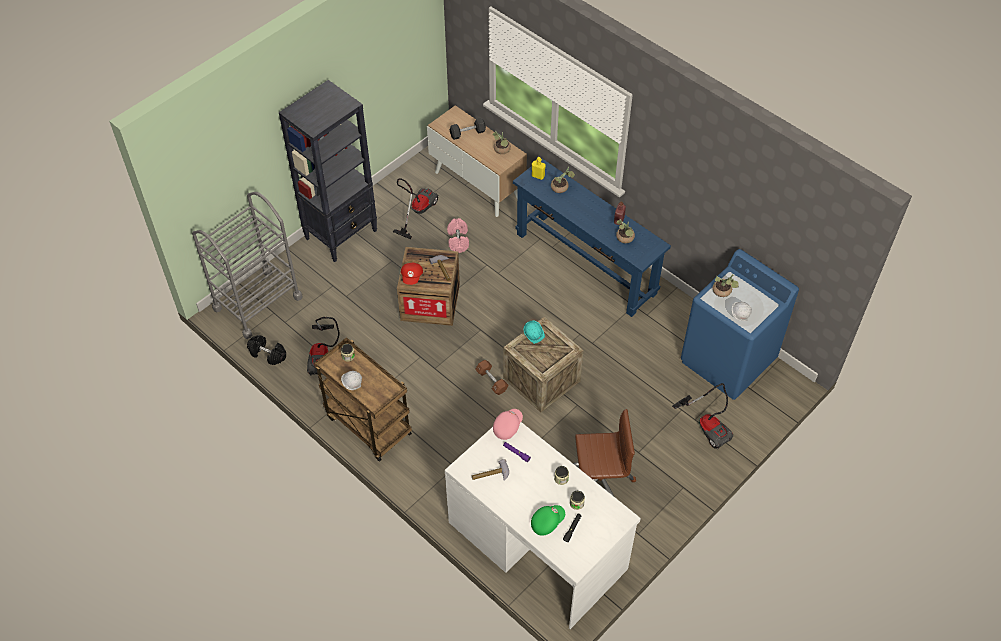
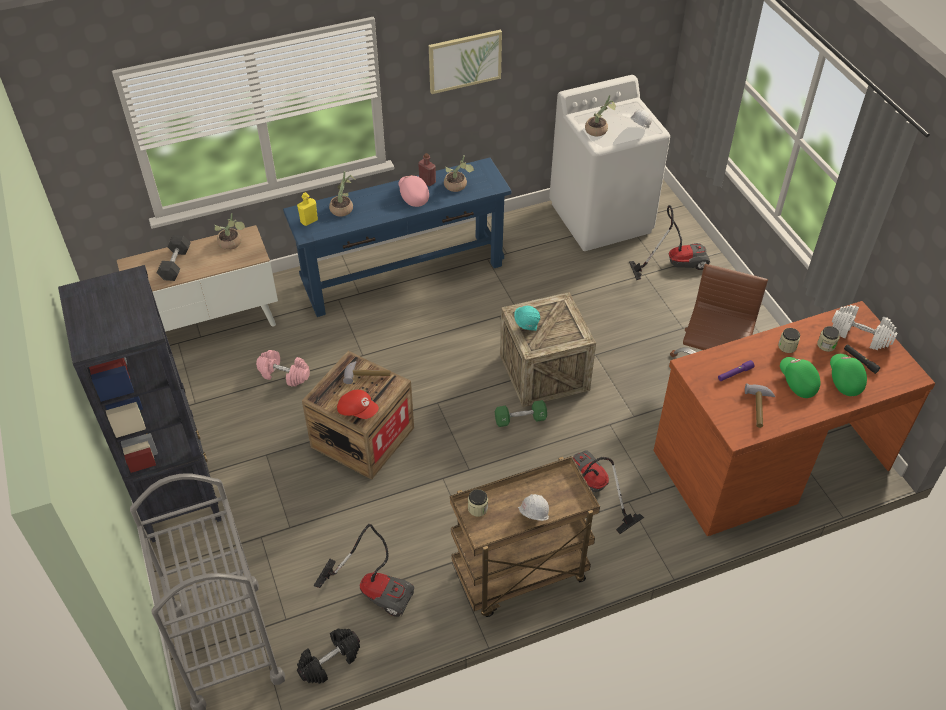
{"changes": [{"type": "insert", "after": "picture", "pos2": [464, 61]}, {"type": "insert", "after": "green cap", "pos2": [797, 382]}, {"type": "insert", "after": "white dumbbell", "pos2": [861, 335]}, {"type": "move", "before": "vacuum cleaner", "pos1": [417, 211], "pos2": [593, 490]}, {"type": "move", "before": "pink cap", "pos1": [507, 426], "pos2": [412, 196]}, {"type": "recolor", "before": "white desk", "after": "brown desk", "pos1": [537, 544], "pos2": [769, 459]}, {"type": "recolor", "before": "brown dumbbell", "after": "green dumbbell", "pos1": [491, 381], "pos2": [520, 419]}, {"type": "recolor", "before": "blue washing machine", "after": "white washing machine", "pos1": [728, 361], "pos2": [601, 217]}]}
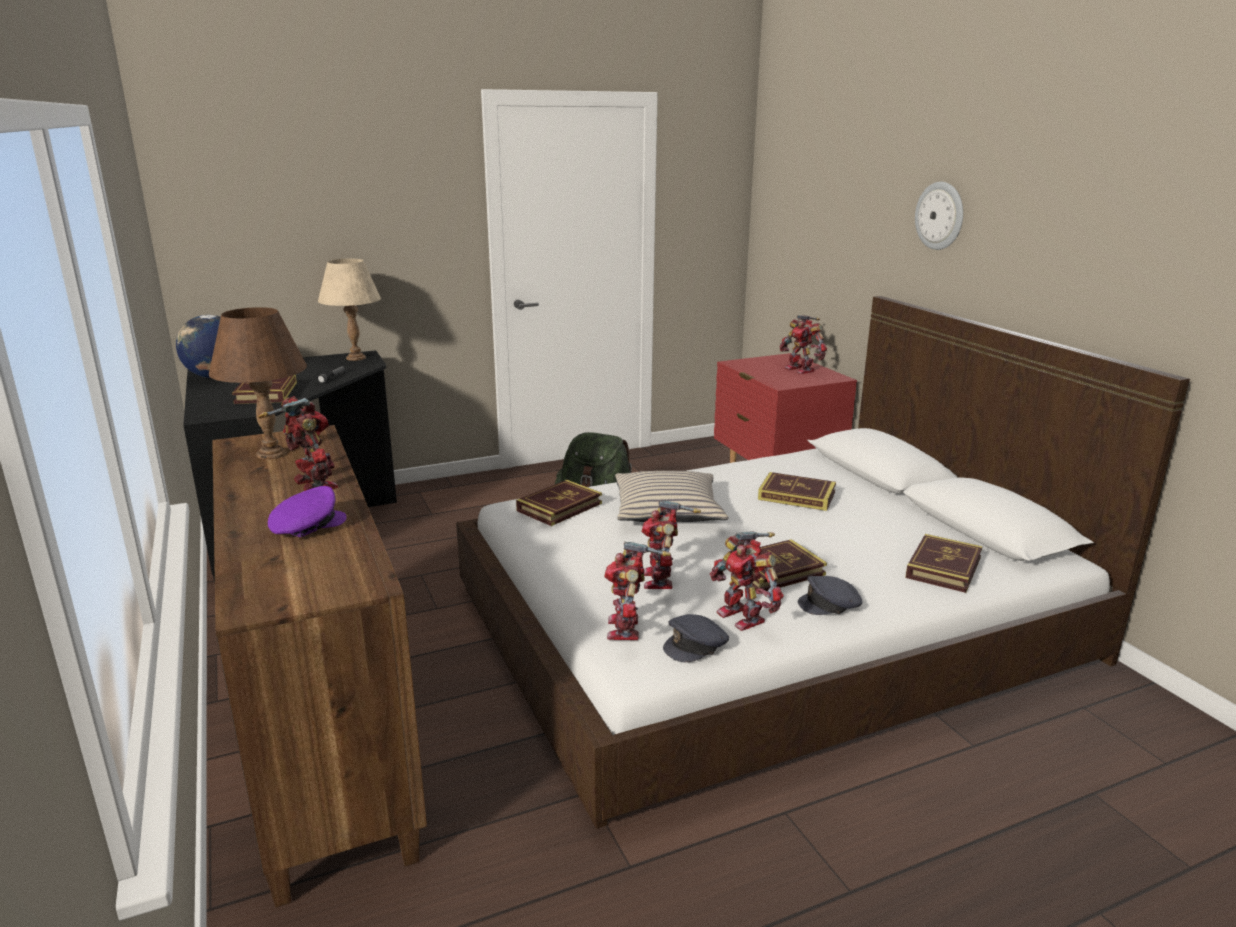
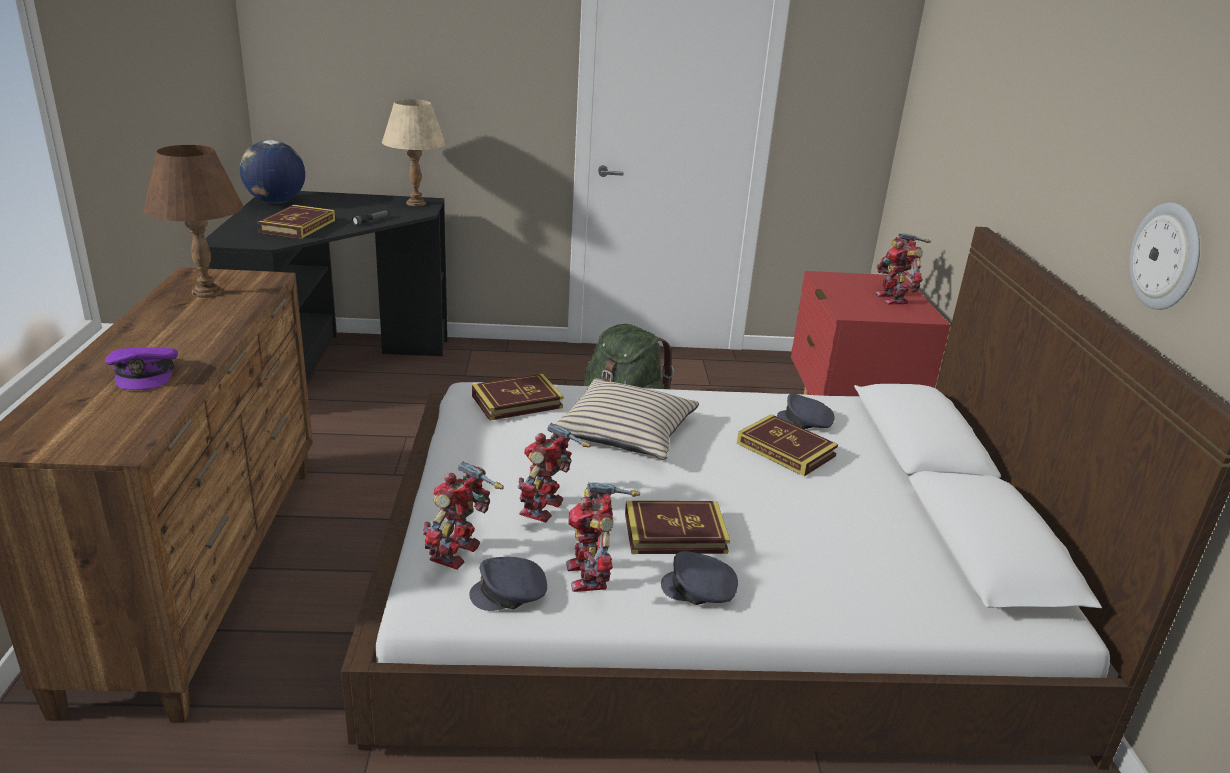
{"changes": [{"type": "delete", "before": "toy robot", "pos1": [311, 485]}, {"type": "delete", "before": "book", "pos1": [943, 567]}, {"type": "insert", "after": "grey cap", "pos2": [805, 422]}, {"type": "move", "before": "wall clock", "pos1": [940, 216], "pos2": [1166, 256]}, {"type": "rotate", "before": "purple cap", "pos1": [306, 526], "pos2": [145, 373], "turn": 90}]}
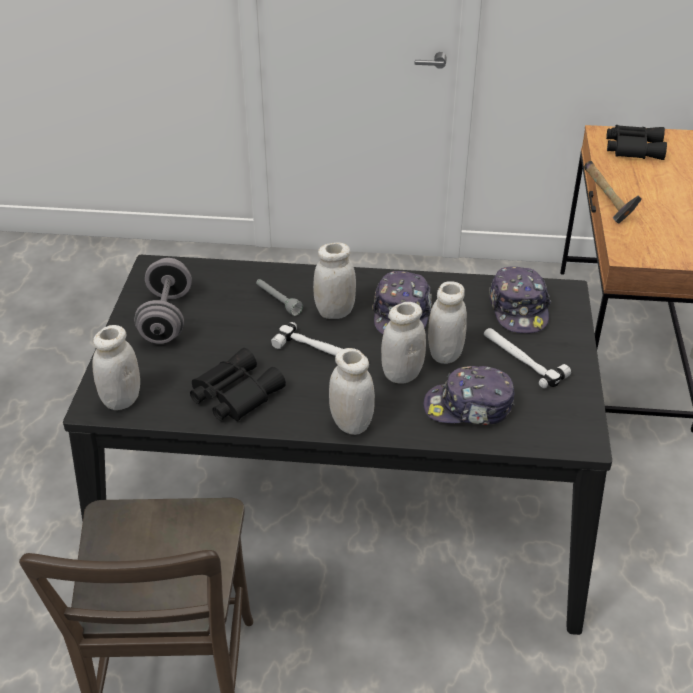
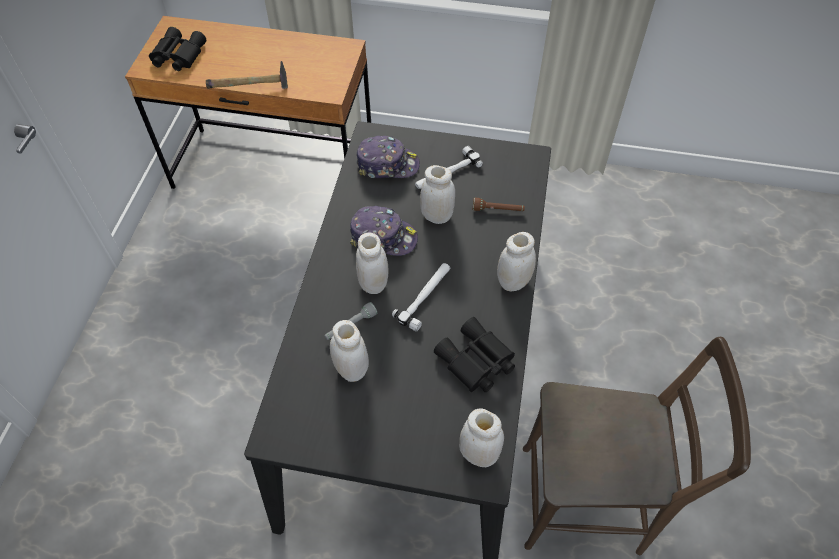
{"changes": [{"type": "delete", "before": "grey dumbbell", "pos1": [166, 318]}, {"type": "move", "before": "white jar", "pos1": [402, 374], "pos2": [351, 369]}, {"type": "replace", "before": "cap", "after": "brown flashlight", "pos1": [469, 407], "pos2": [498, 210]}]}
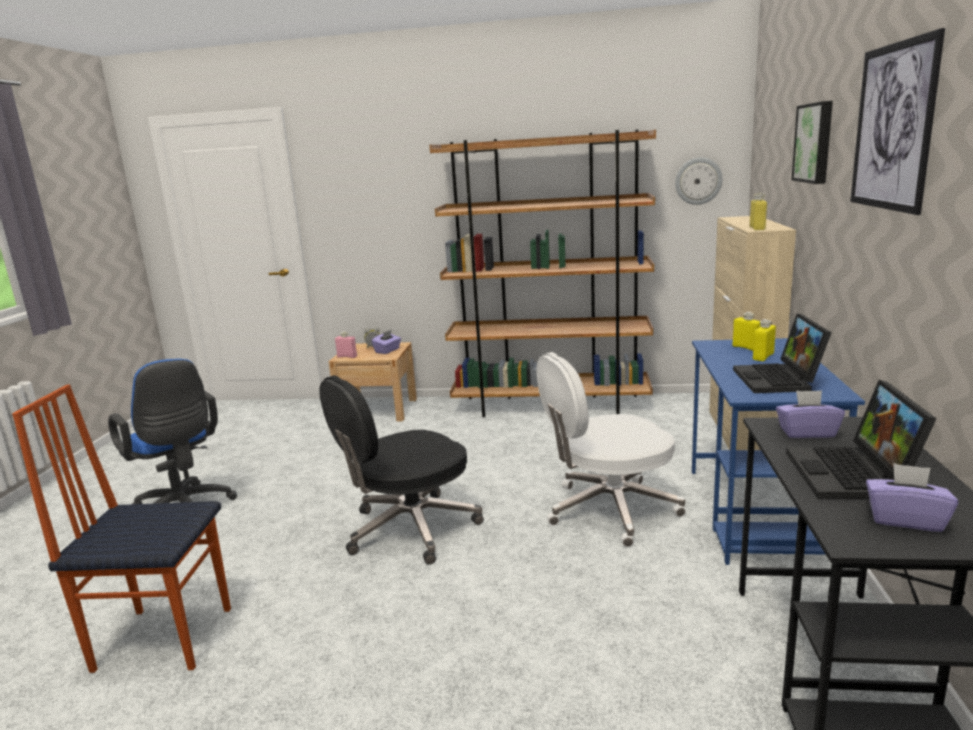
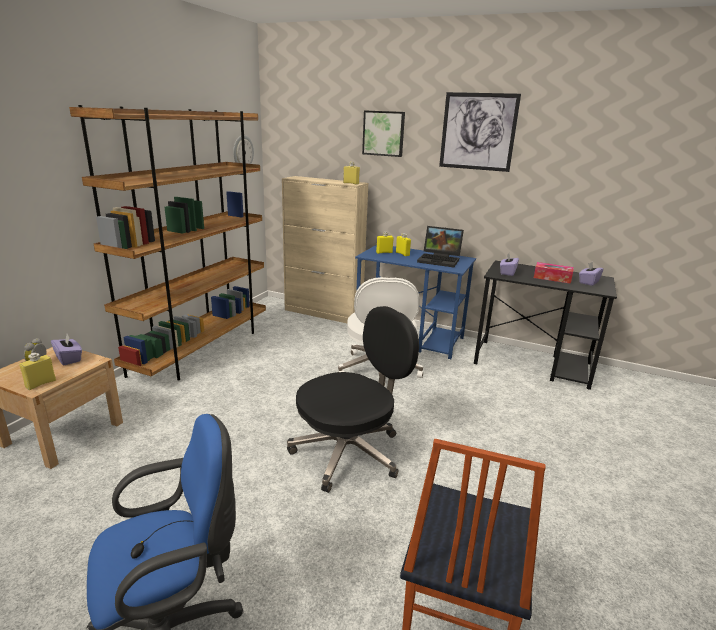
{"changes": [{"type": "replace", "before": "laptop", "after": "tissue box", "pos1": [854, 475], "pos2": [552, 278]}, {"type": "recolor", "before": "pink bottle", "after": "yellow bottle", "pos1": [347, 357], "pos2": [41, 384]}, {"type": "rotate", "before": "black office chair", "pos1": [409, 529], "pos2": [349, 452], "turn": -105}]}
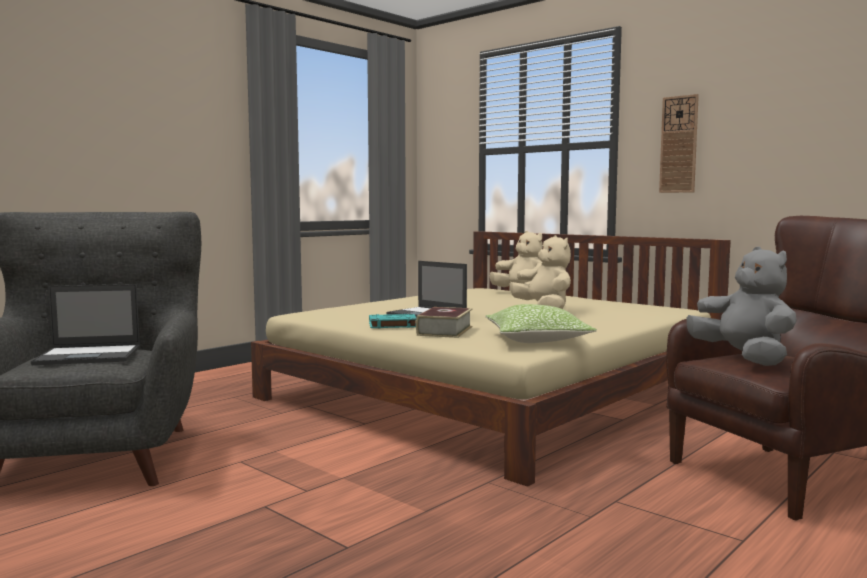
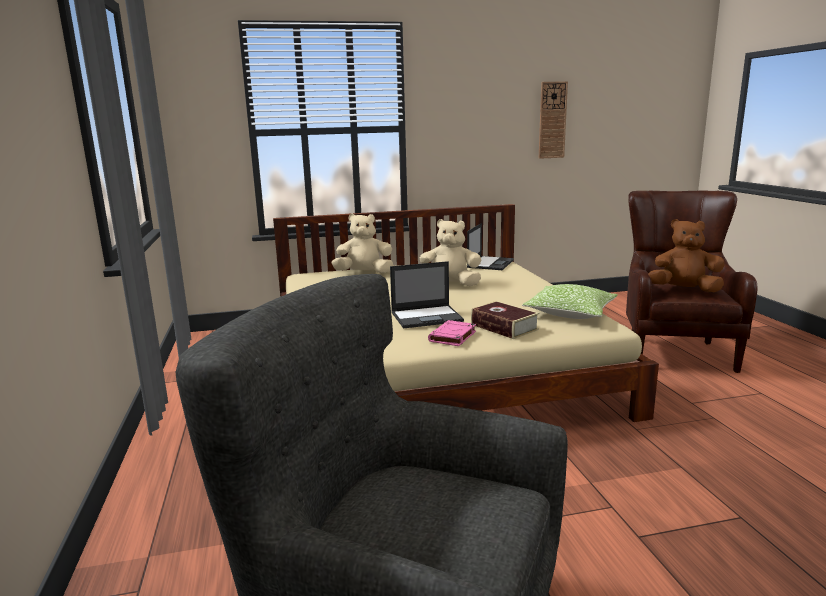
{"changes": [{"type": "move", "before": "laptop", "pos1": [90, 356], "pos2": [490, 263]}, {"type": "move", "before": "wall clock", "pos1": [679, 144], "pos2": [552, 120]}, {"type": "recolor", "before": "turquoise book", "after": "pink book", "pos1": [392, 325], "pos2": [452, 337]}, {"type": "recolor", "before": "grey plush toy", "after": "brown plush toy", "pos1": [743, 358], "pos2": [683, 290]}]}
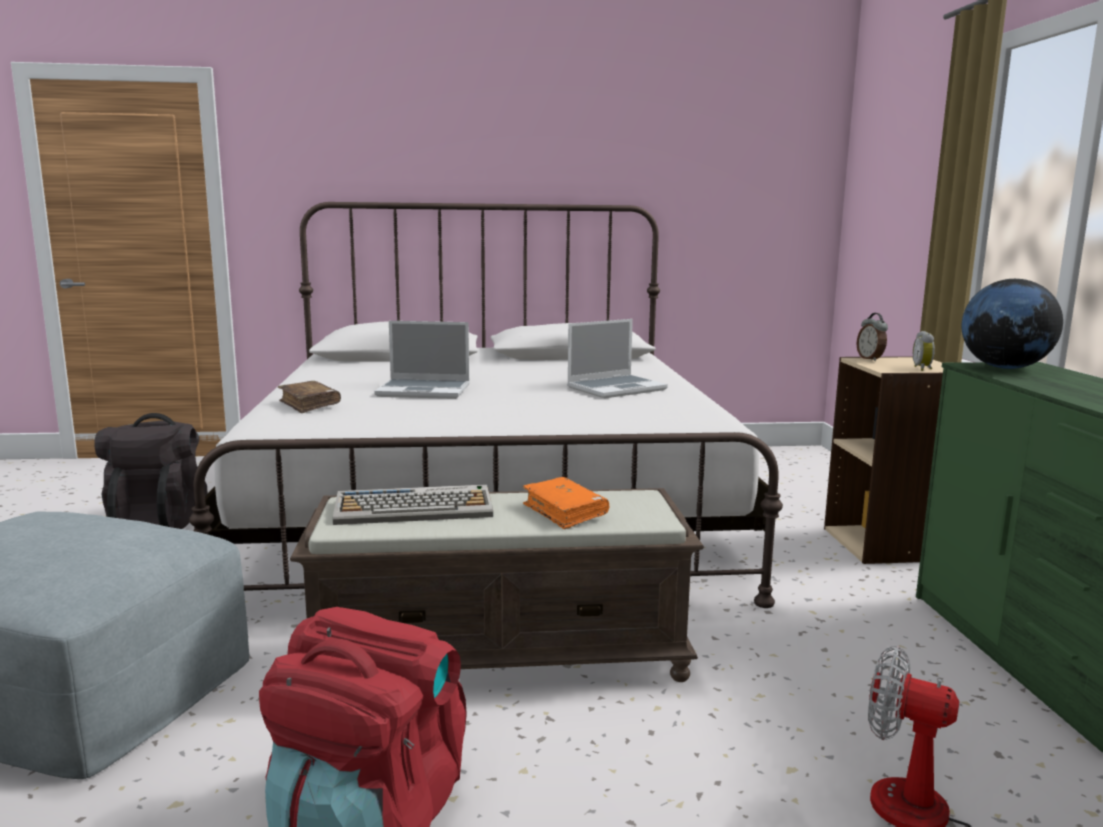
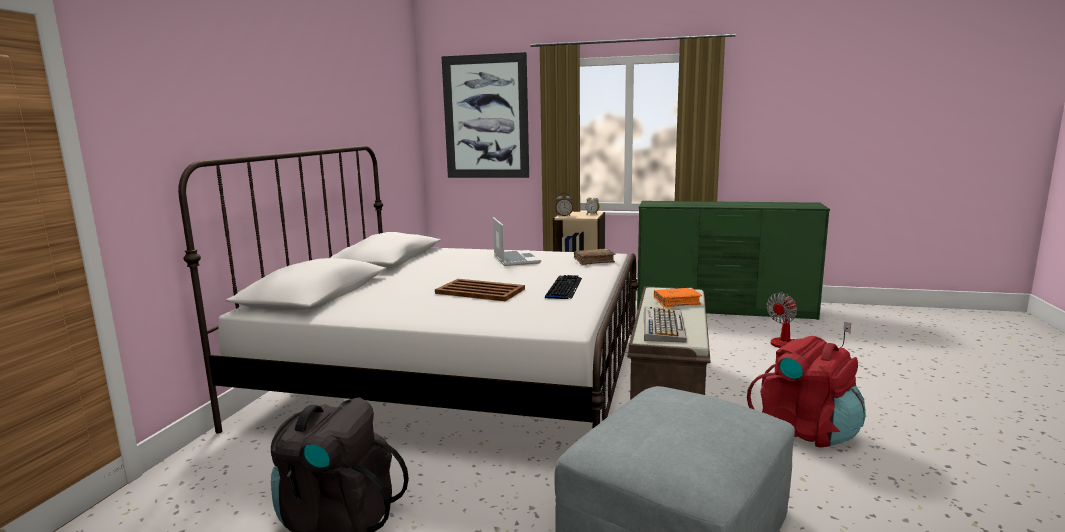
{"changes": [{"type": "delete", "before": "globe", "pos1": [1004, 367]}, {"type": "insert", "after": "picture", "pos2": [486, 117]}, {"type": "insert", "after": "keyboard", "pos2": [564, 288]}, {"type": "move", "before": "brown book", "pos1": [309, 405], "pos2": [594, 261]}, {"type": "replace", "before": "laptop", "after": "brown tray", "pos1": [425, 391], "pos2": [479, 291]}]}
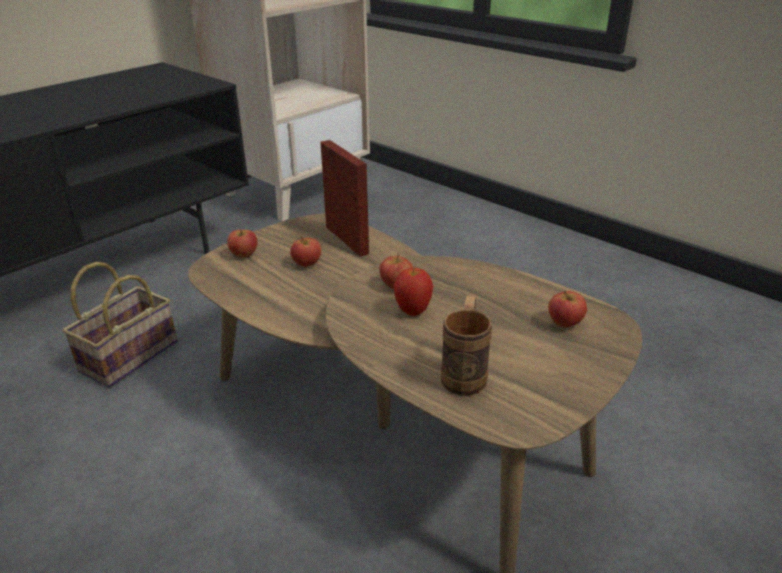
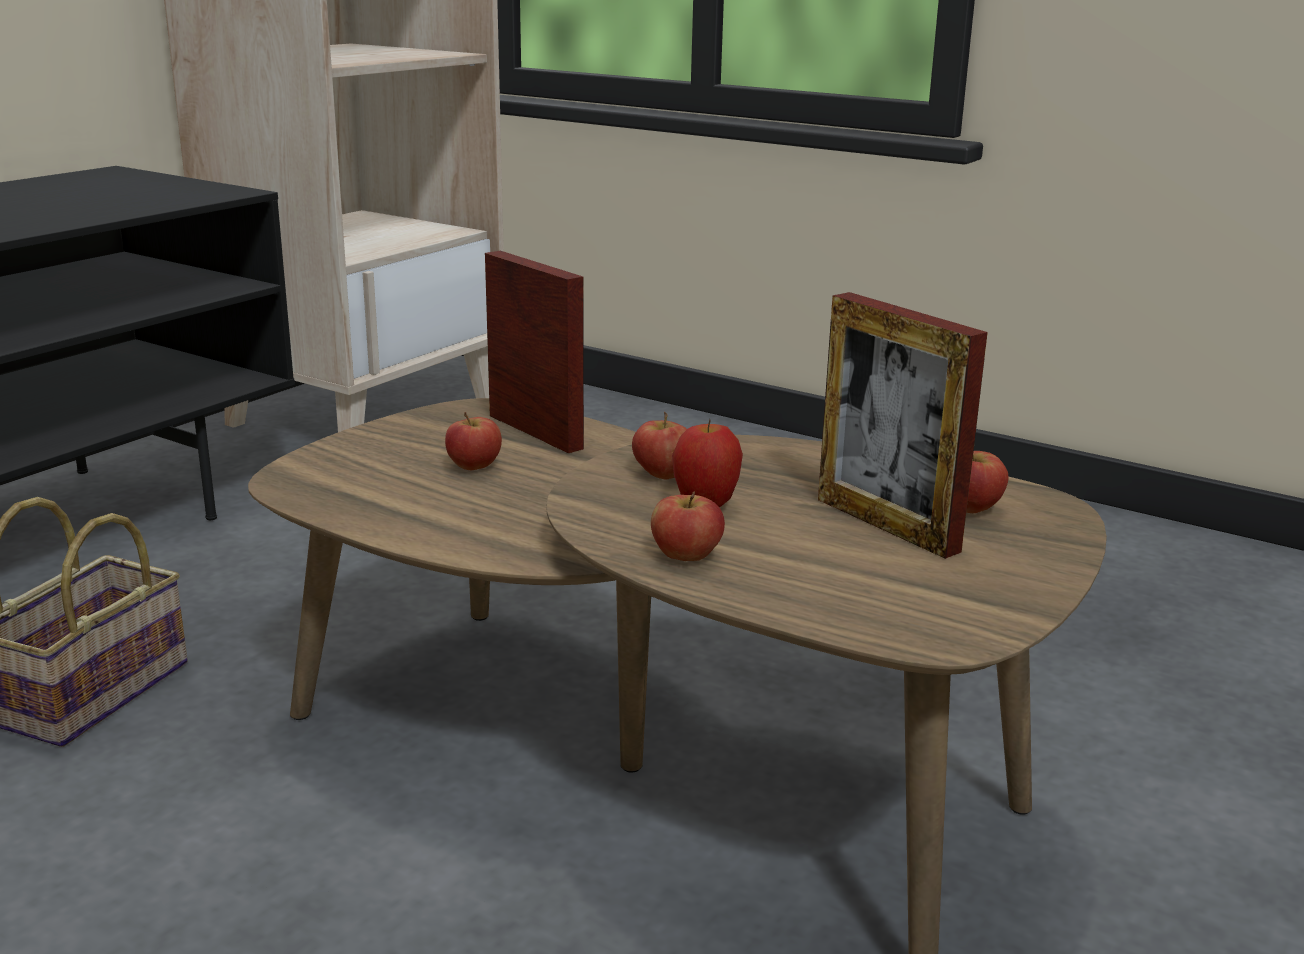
{"changes": [{"type": "delete", "before": "brown mug", "pos1": [465, 372]}, {"type": "insert", "after": "picture frame", "pos2": [886, 525]}, {"type": "move", "before": "apple", "pos1": [244, 255], "pos2": [686, 556]}]}
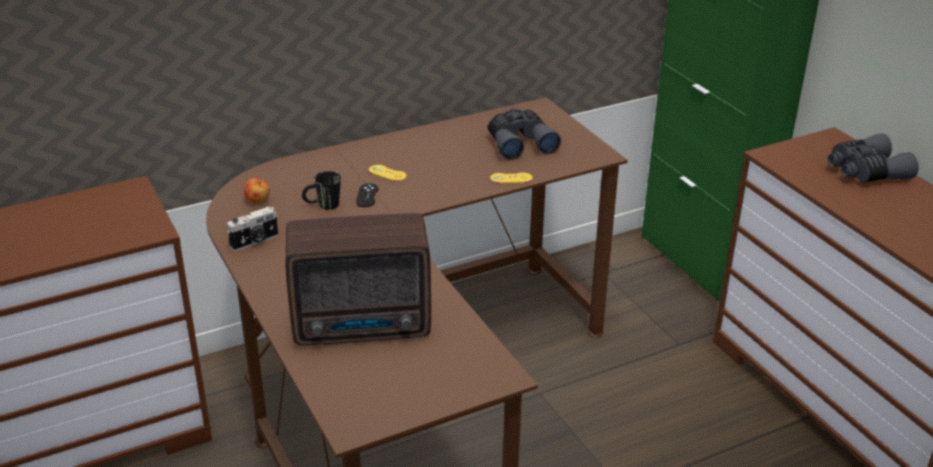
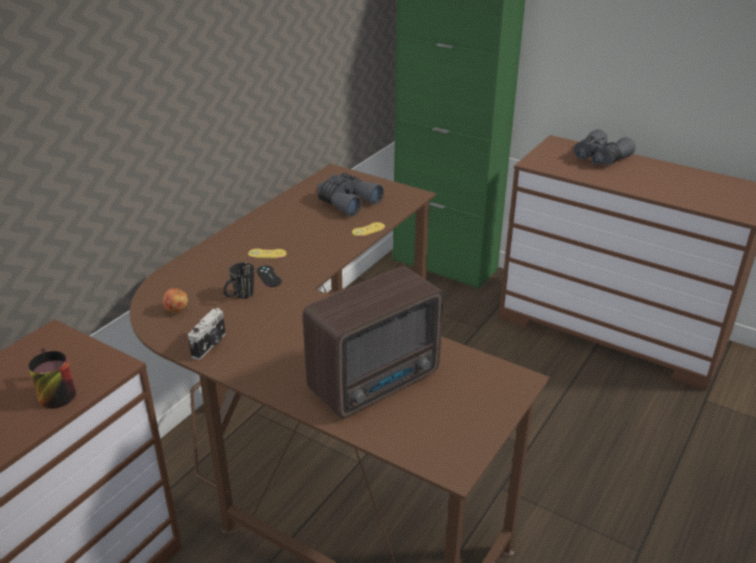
{"changes": [{"type": "insert", "after": "mug", "pos2": [52, 393]}]}
